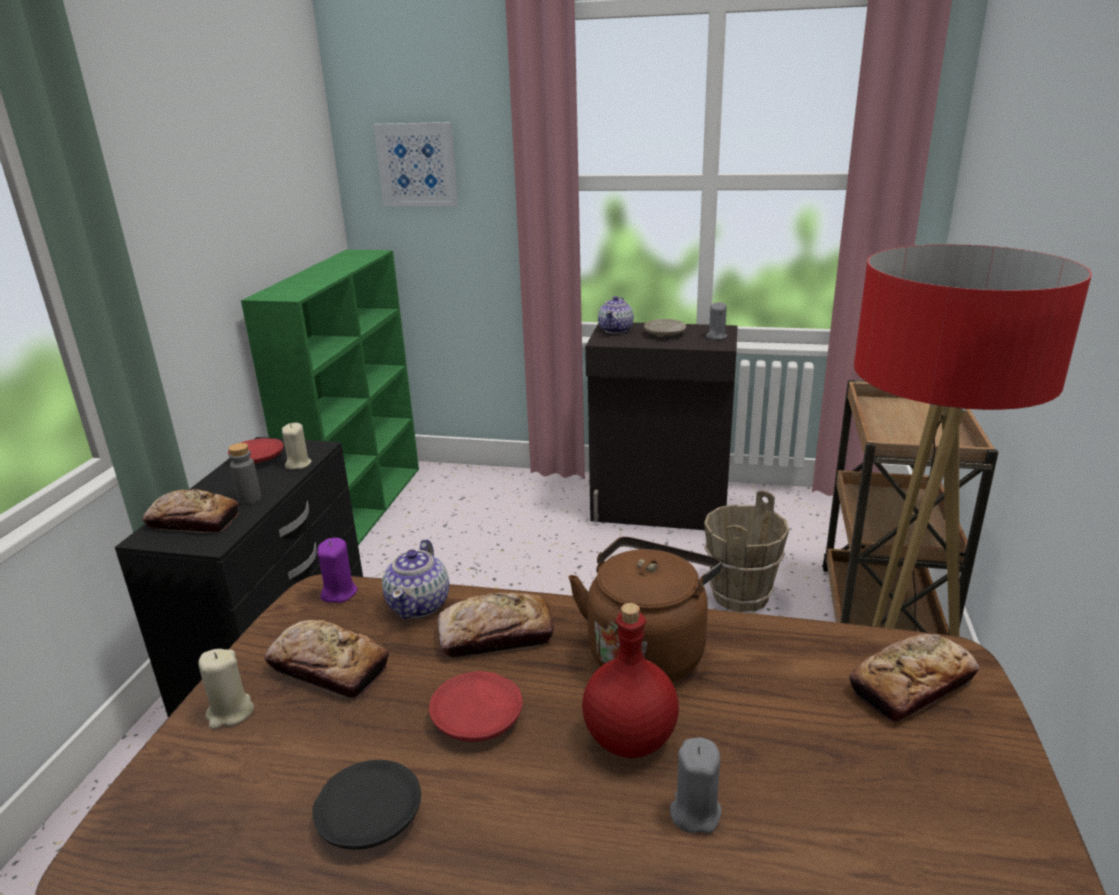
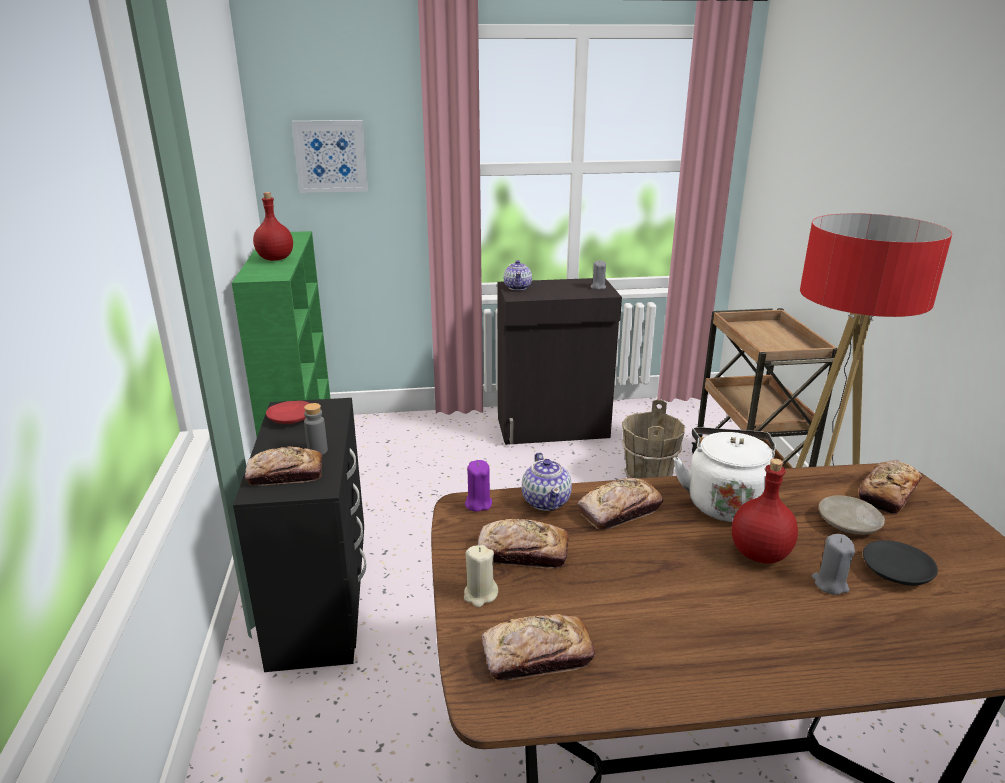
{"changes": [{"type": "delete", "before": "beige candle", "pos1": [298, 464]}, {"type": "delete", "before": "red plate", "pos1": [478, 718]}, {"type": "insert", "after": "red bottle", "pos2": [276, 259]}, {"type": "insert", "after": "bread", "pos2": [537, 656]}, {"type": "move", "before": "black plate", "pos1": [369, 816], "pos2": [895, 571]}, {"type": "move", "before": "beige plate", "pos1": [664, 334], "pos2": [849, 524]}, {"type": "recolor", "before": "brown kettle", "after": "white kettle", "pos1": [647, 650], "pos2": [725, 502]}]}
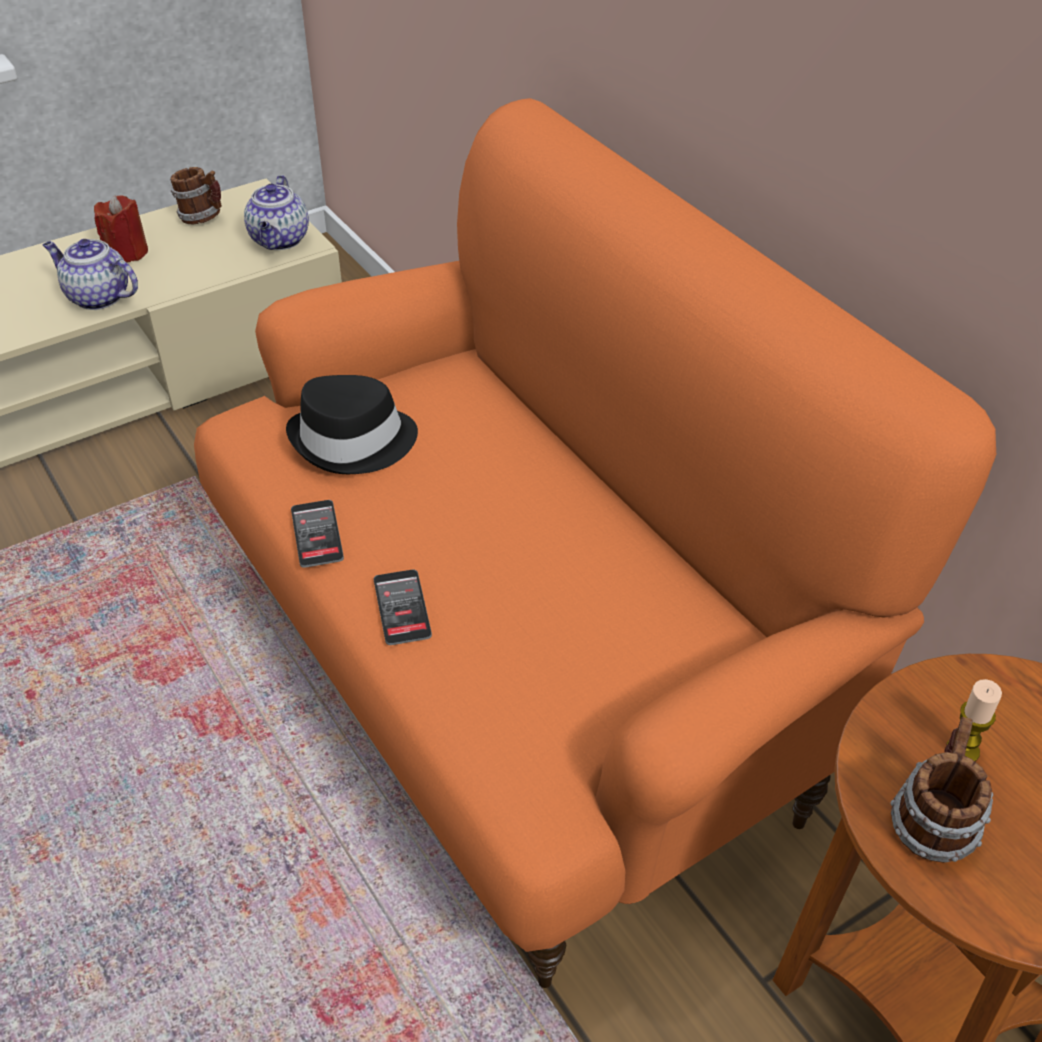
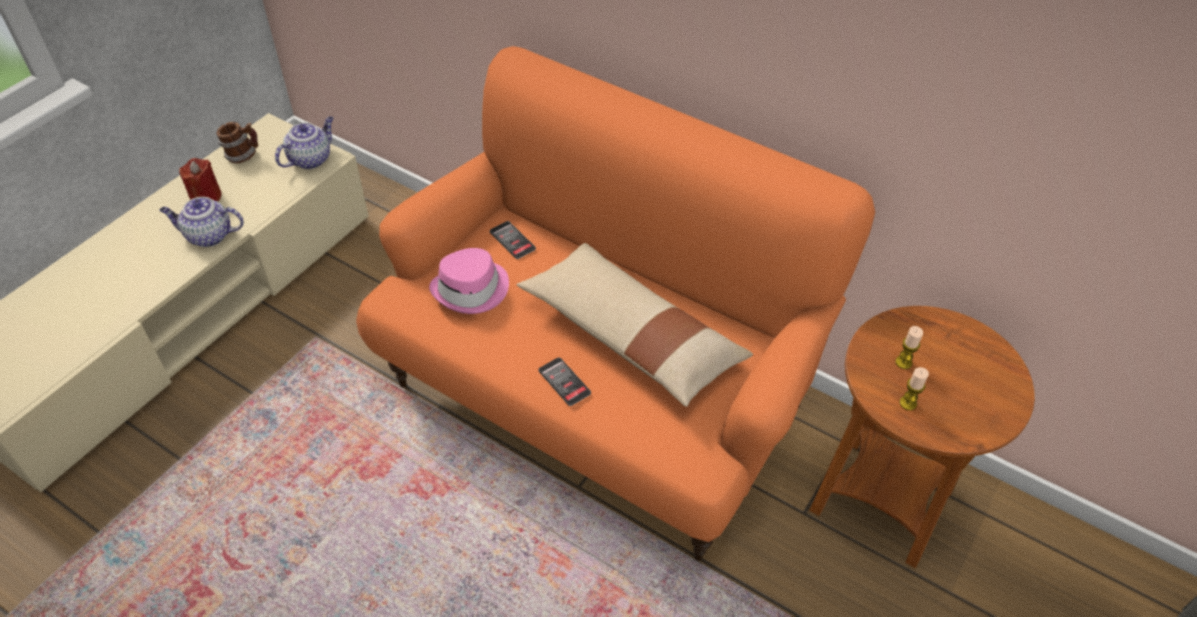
{"changes": [{"type": "insert", "after": "beige pillow", "pos2": [631, 336]}, {"type": "move", "before": "phone", "pos1": [317, 534], "pos2": [512, 240]}, {"type": "replace", "before": "mug", "after": "candle", "pos1": [932, 824], "pos2": [908, 403]}, {"type": "recolor", "before": "black hat", "after": "pink hat", "pos1": [353, 442], "pos2": [471, 290]}, {"type": "rotate", "before": "teapot", "pos1": [280, 241], "pos2": [310, 159], "turn": -120}]}
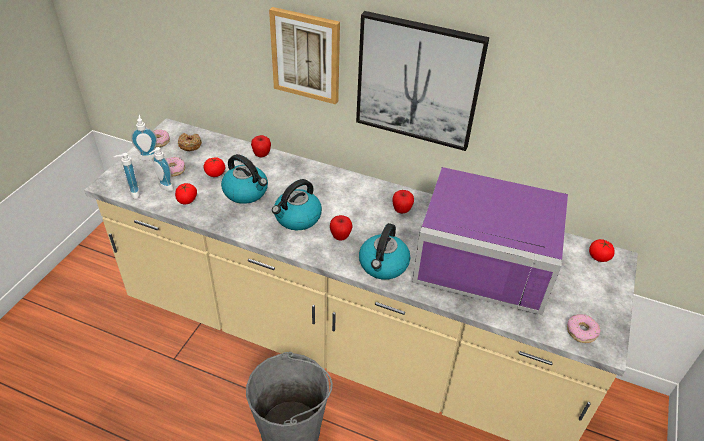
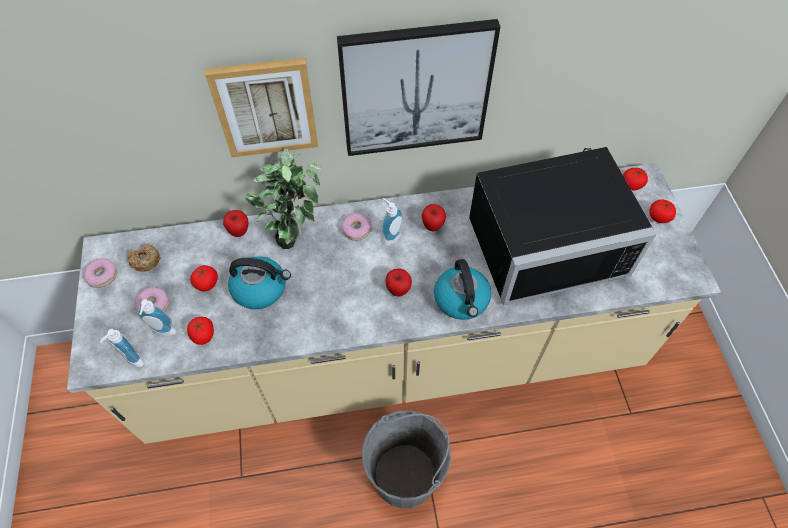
{"changes": [{"type": "delete", "before": "kettle", "pos1": [297, 218]}, {"type": "insert", "after": "potted plant", "pos2": [294, 233]}, {"type": "insert", "after": "tomato", "pos2": [659, 217]}, {"type": "move", "before": "soap dispenser", "pos1": [148, 156], "pos2": [390, 237]}, {"type": "move", "before": "donut", "pos1": [581, 331], "pos2": [356, 229]}, {"type": "recolor", "before": "purple microwave", "after": "black microwave", "pos1": [485, 258], "pos2": [543, 239]}]}
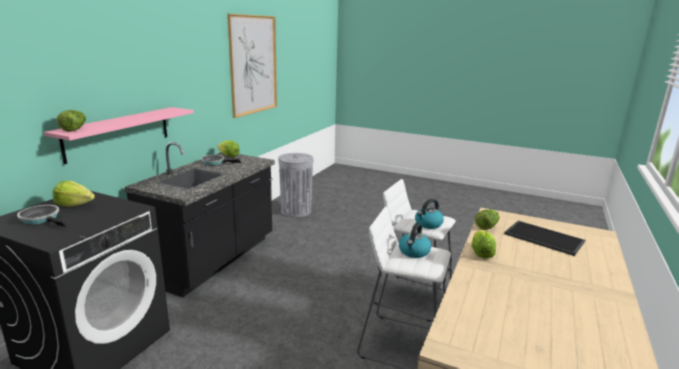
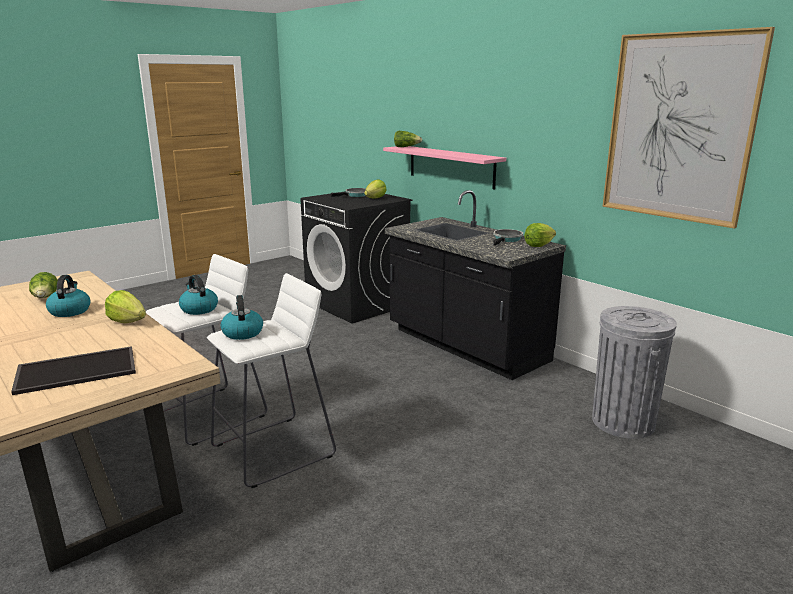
{"changes": [{"type": "insert", "after": "kettle", "pos2": [70, 311]}, {"type": "move", "before": "lettuce", "pos1": [486, 226], "pos2": [45, 298]}]}
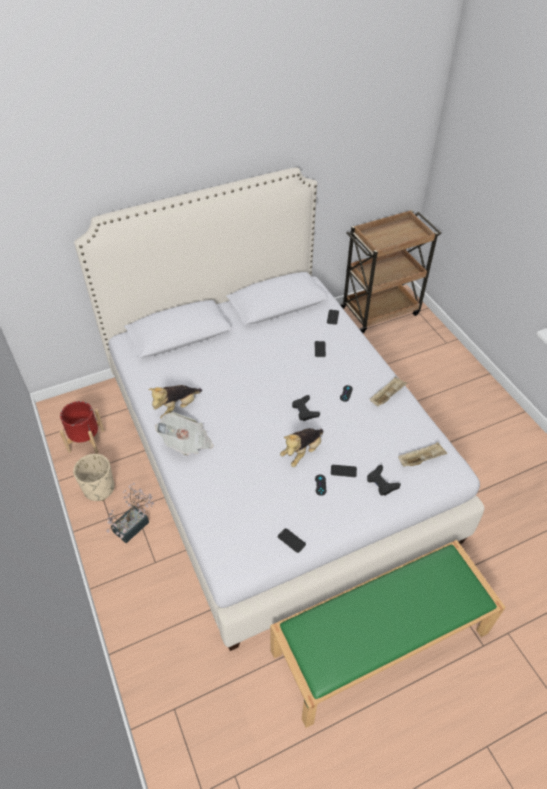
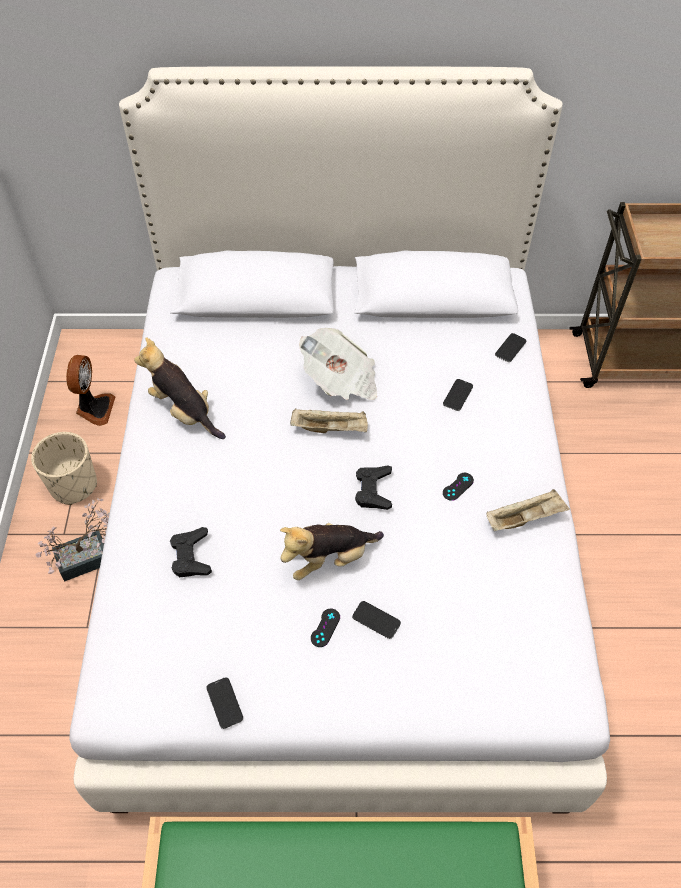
{"changes": [{"type": "move", "before": "newspaper", "pos1": [187, 443], "pos2": [341, 380]}, {"type": "move", "before": "black game controller", "pos1": [381, 483], "pos2": [191, 556]}, {"type": "move", "before": "beige tray", "pos1": [421, 459], "pos2": [330, 428]}, {"type": "replace", "before": "red planter", "after": "fan", "pos1": [86, 441], "pos2": [94, 409]}, {"type": "rotate", "before": "plush toy", "pos1": [177, 408], "pos2": [184, 411], "turn": 60}]}
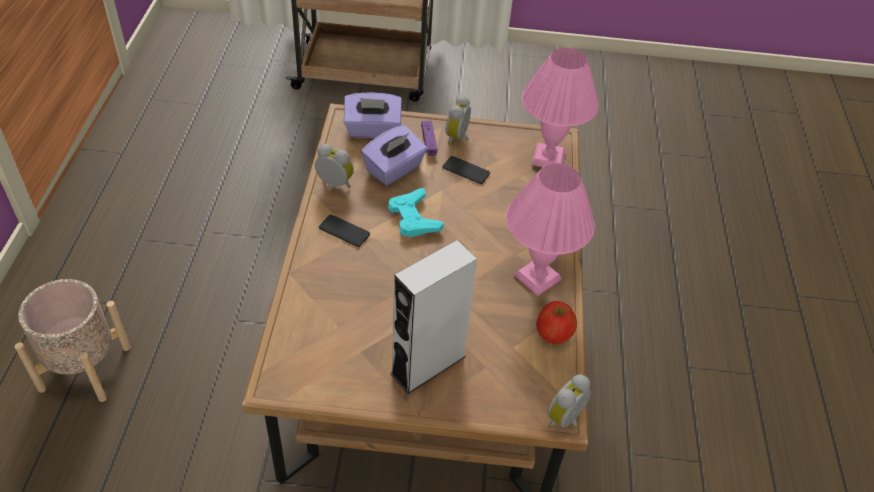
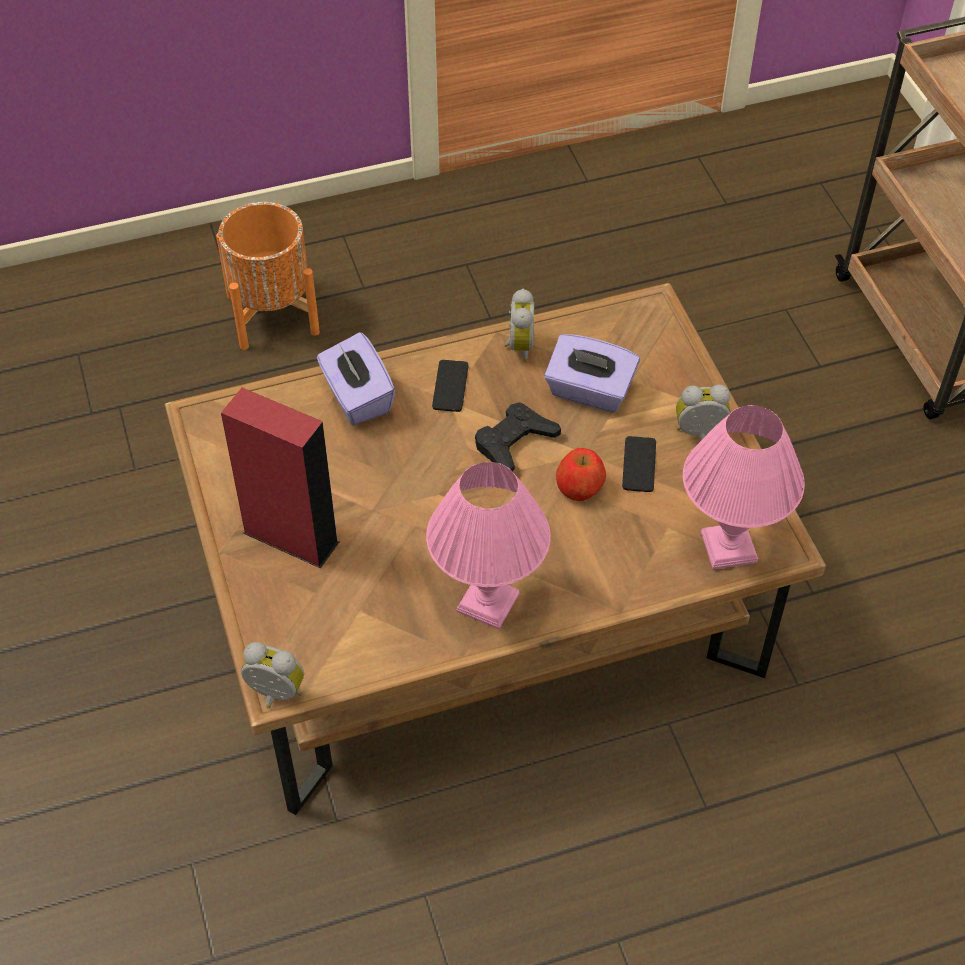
{"changes": [{"type": "delete", "before": "purple game controller", "pos1": [428, 142]}, {"type": "move", "before": "purple tissue box", "pos1": [372, 130], "pos2": [357, 397]}, {"type": "move", "before": "apple", "pos1": [553, 332], "pos2": [579, 487]}, {"type": "recolor", "before": "beige planter", "after": "orange planter", "pos1": [85, 368], "pos2": [273, 313]}, {"type": "recolor", "before": "turquoise game controller", "after": "black game controller", "pos1": [413, 218], "pos2": [514, 442]}, {"type": "recolor", "before": "grey speaker", "after": "red speaker", "pos1": [428, 365], "pos2": [291, 537]}]}
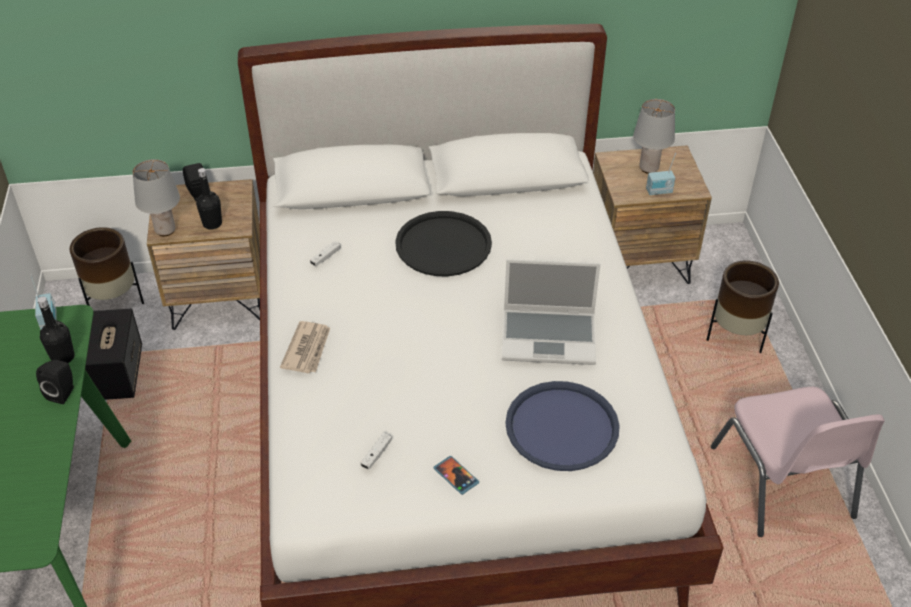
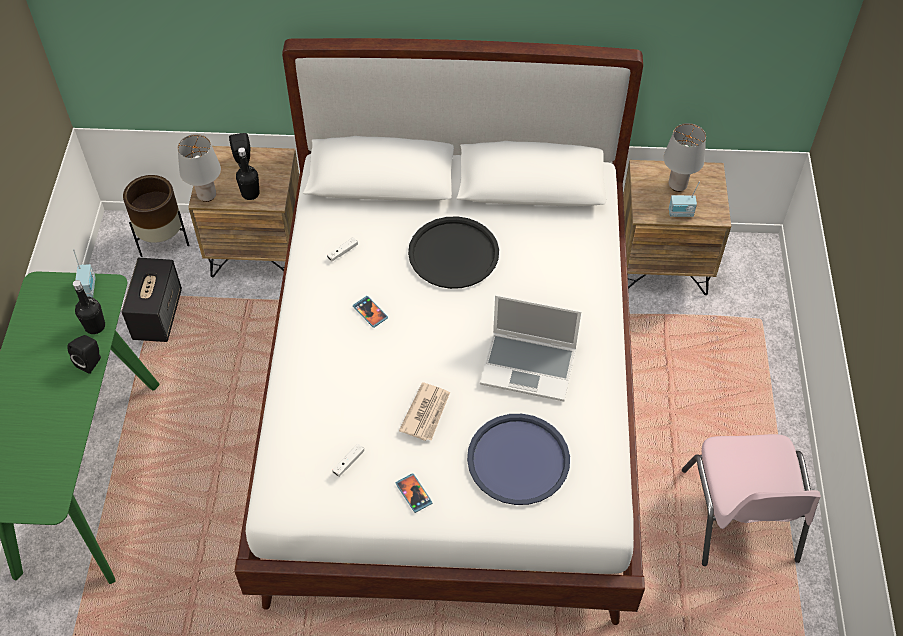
{"changes": [{"type": "delete", "before": "brown planter", "pos1": [736, 337]}, {"type": "insert", "after": "phone", "pos2": [370, 312]}, {"type": "move", "before": "newspaper", "pos1": [307, 349], "pos2": [426, 413]}]}
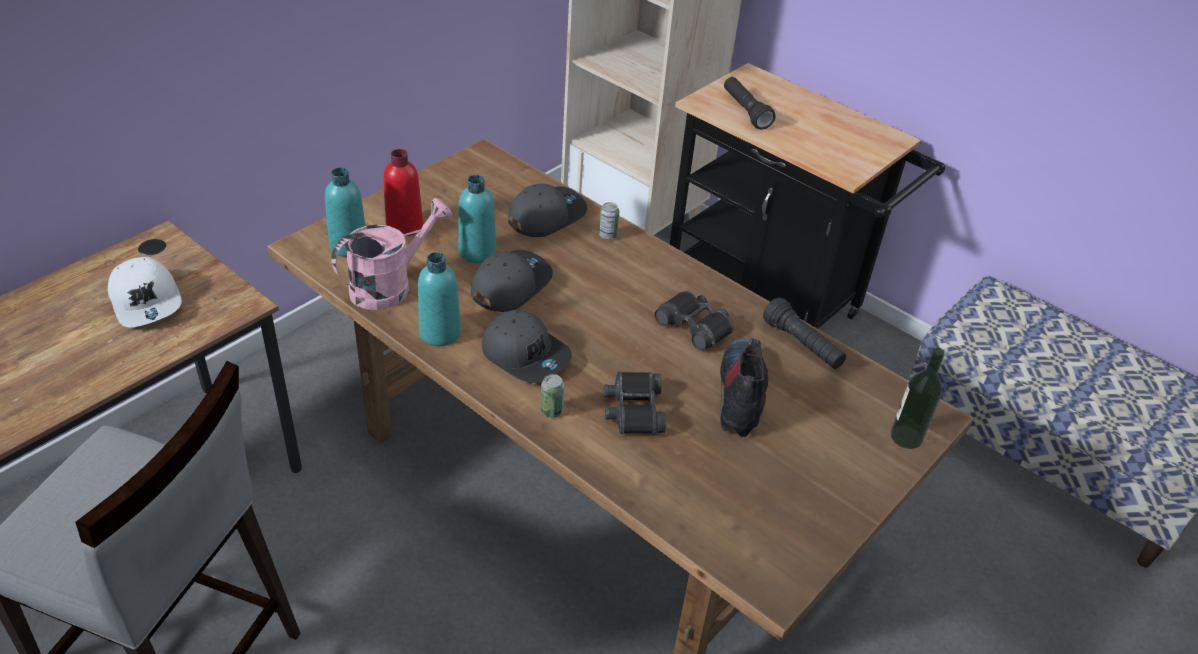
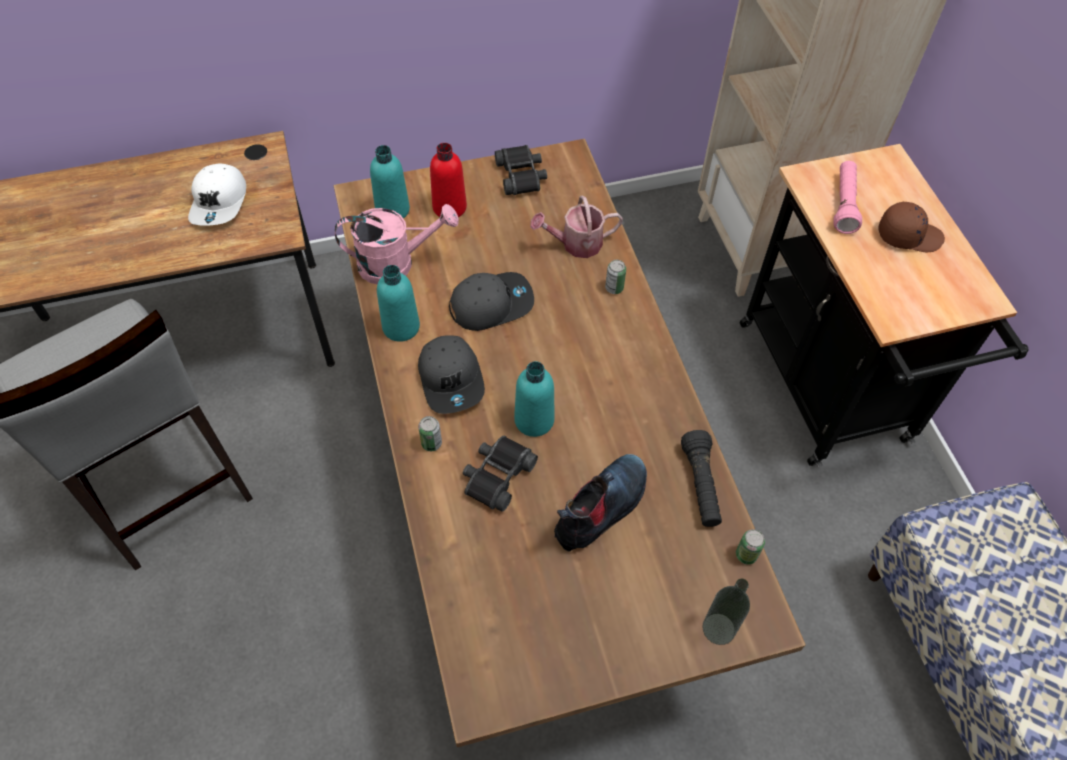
{"changes": [{"type": "insert", "after": "can", "pos2": [746, 555]}, {"type": "insert", "after": "brown cap", "pos2": [908, 235]}, {"type": "move", "before": "turquoise bottle", "pos1": [477, 252], "pos2": [534, 420]}, {"type": "move", "before": "black binoculars", "pos1": [695, 326], "pos2": [521, 175]}, {"type": "replace", "before": "grey cap", "after": "watering can", "pos1": [546, 215], "pos2": [576, 244]}, {"type": "recolor", "before": "black flashlight", "after": "pink flashlight", "pos1": [745, 111], "pos2": [844, 204]}]}
